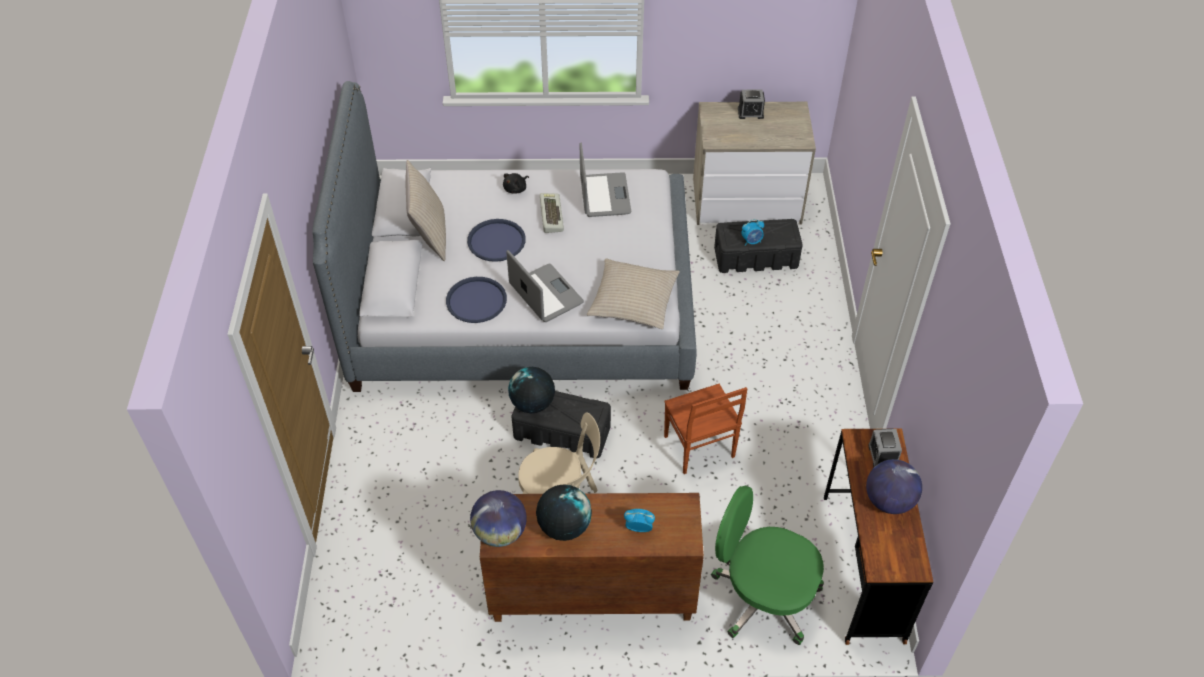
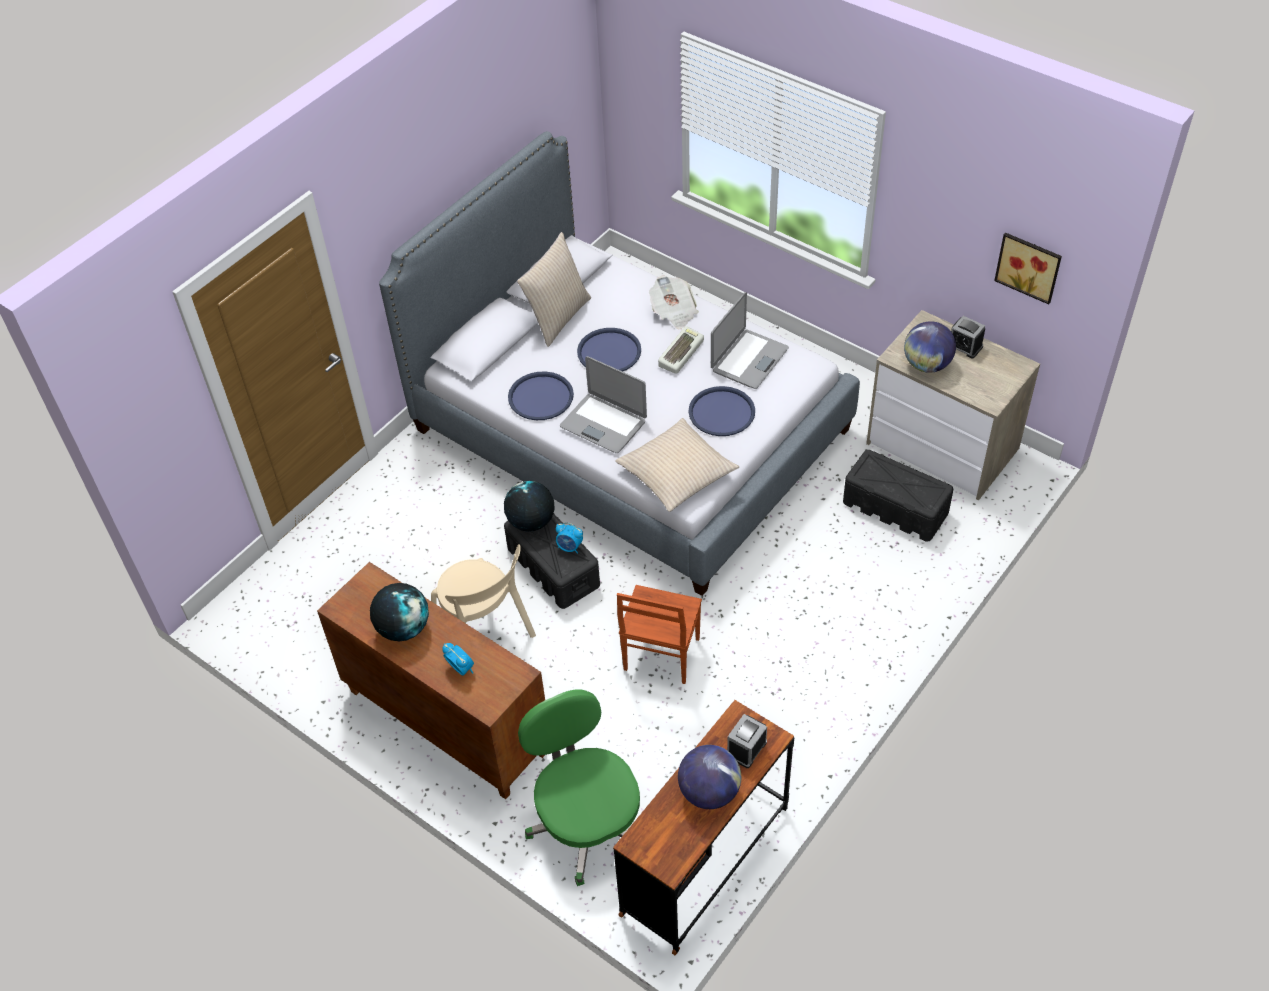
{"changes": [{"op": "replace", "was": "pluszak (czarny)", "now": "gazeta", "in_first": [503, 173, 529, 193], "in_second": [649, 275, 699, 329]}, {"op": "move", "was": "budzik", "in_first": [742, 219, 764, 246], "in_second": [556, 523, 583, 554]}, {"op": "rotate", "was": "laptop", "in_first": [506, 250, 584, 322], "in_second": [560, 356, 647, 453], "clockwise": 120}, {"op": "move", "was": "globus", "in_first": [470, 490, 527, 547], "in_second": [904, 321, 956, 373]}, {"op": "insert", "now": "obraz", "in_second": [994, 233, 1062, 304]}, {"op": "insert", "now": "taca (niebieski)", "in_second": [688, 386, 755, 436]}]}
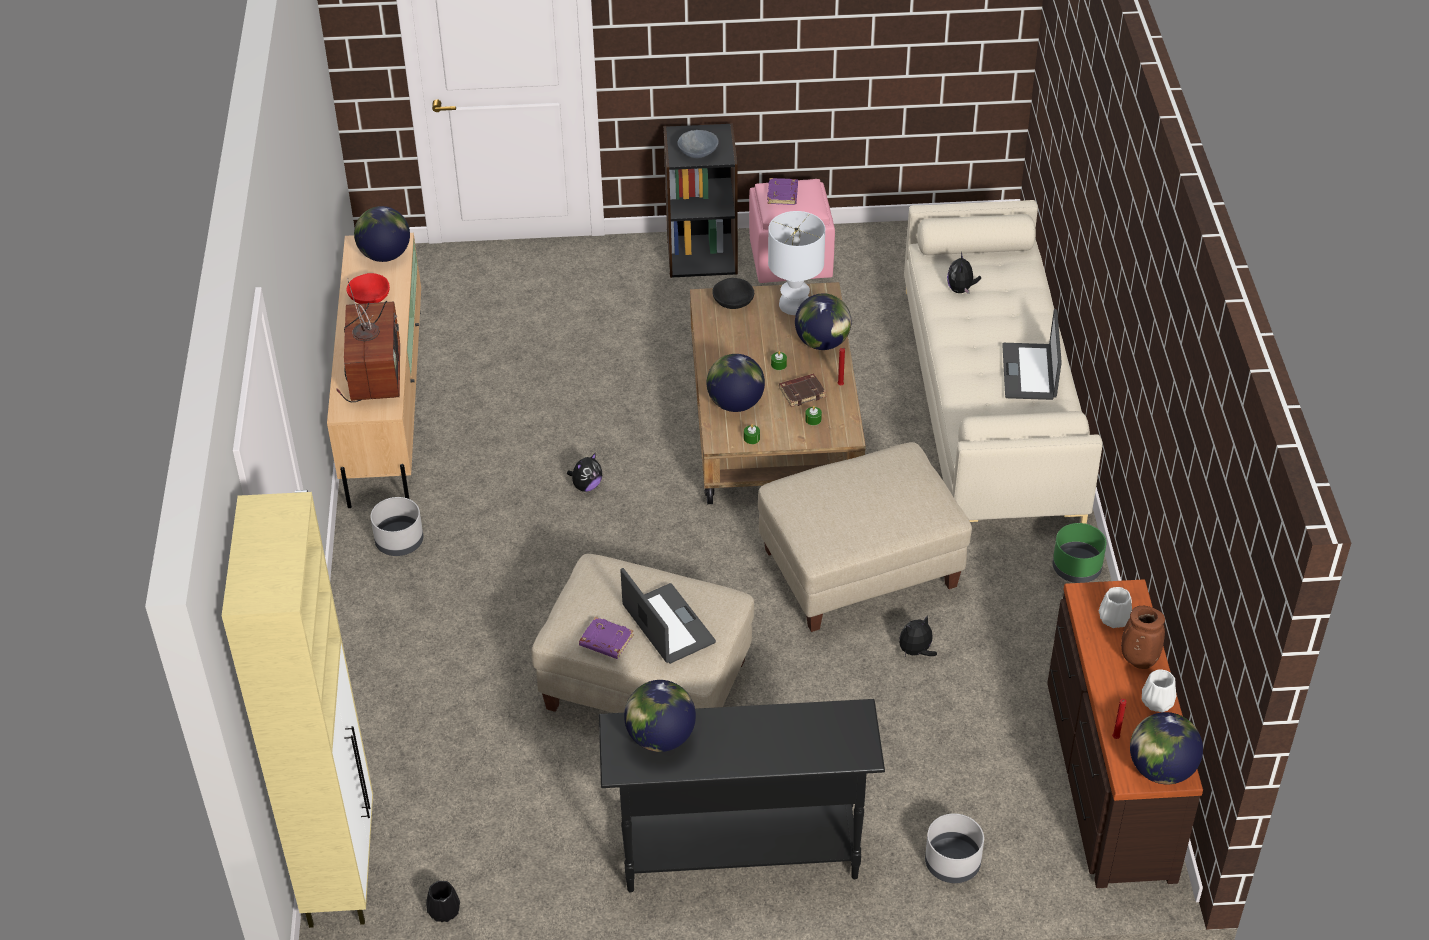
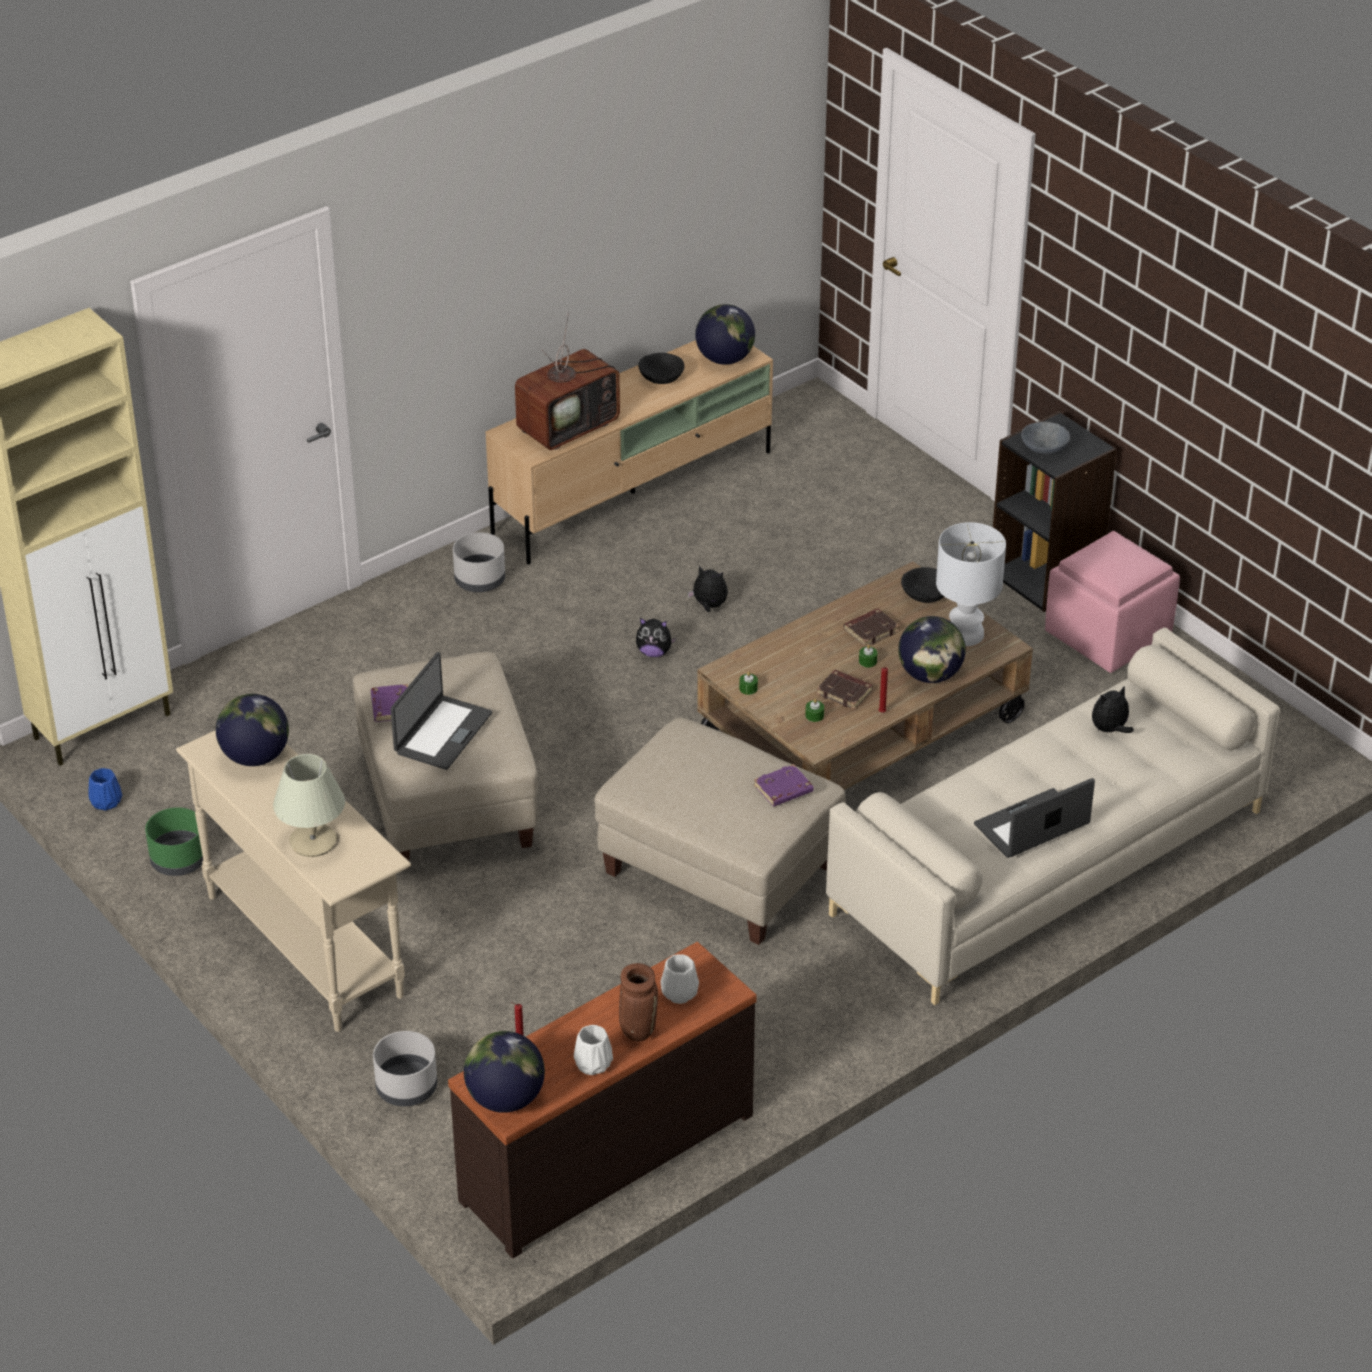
{"changes": [{"op": "move", "was": "książka (fioletowy)", "in_first": [767, 178, 798, 205], "in_second": [754, 764, 814, 807]}, {"op": "recolor", "was": "miska (czerwony)", "now": "miska (czarny)", "in_first": [346, 273, 390, 304], "in_second": [638, 353, 684, 384]}, {"op": "delete", "was": "globus", "in_first": [707, 354, 765, 412]}, {"op": "move", "was": "donica (zielony)", "in_first": [1053, 523, 1106, 583], "in_second": [145, 807, 203, 876]}, {"op": "move", "was": "pluszak", "in_first": [899, 615, 937, 657], "in_second": [687, 566, 728, 612]}, {"op": "recolor", "was": "stolik konsolowy (czarny)", "now": "stolik konsolowy (beżowy)", "in_first": [599, 699, 885, 892], "in_second": [176, 730, 411, 1032]}, {"op": "recolor", "was": "wazon (czarny)", "now": "wazon (niebieski)", "in_first": [426, 881, 460, 922], "in_second": [89, 768, 122, 811]}, {"op": "insert", "now": "książka (brązowy)", "in_second": [843, 608, 900, 647]}, {"op": "insert", "now": "lampa stołowa (beżowy)", "in_second": [273, 754, 345, 857]}]}
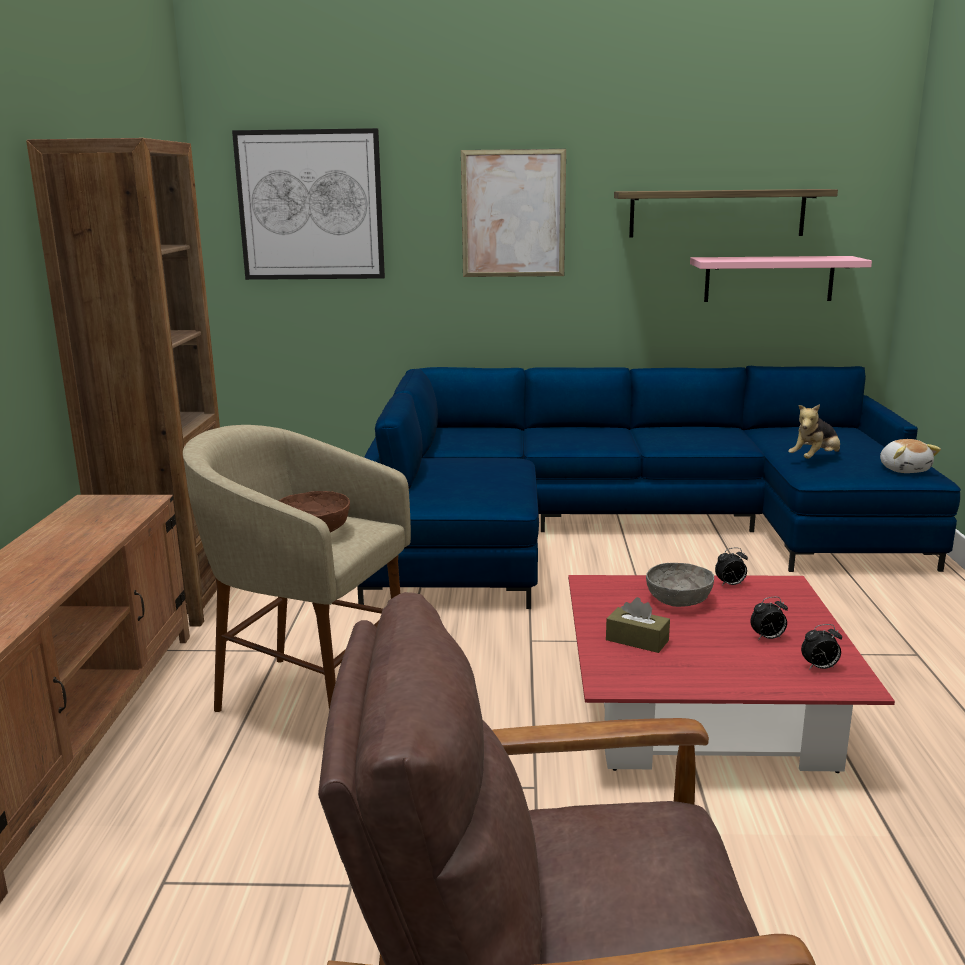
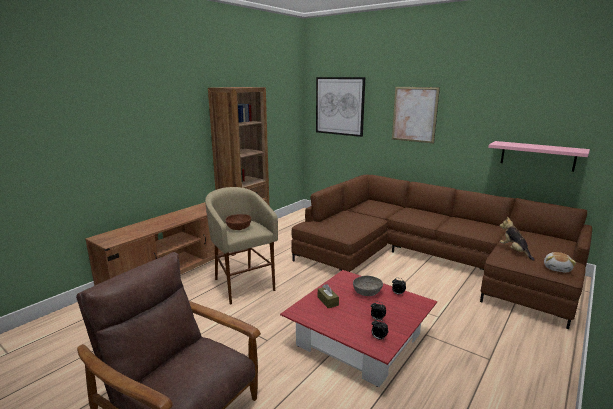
{"changes": [{"op": "delete", "was": "półka", "in_first": [614, 189, 838, 238]}, {"op": "recolor", "was": "kanapa (niebieski)", "now": "kanapa (brązowy)", "in_first": [357, 366, 961, 609], "in_second": [291, 174, 592, 329]}, {"op": "rotate", "was": "pluszak", "in_first": [788, 404, 840, 459], "in_second": [500, 217, 535, 261], "clockwise": 75}]}
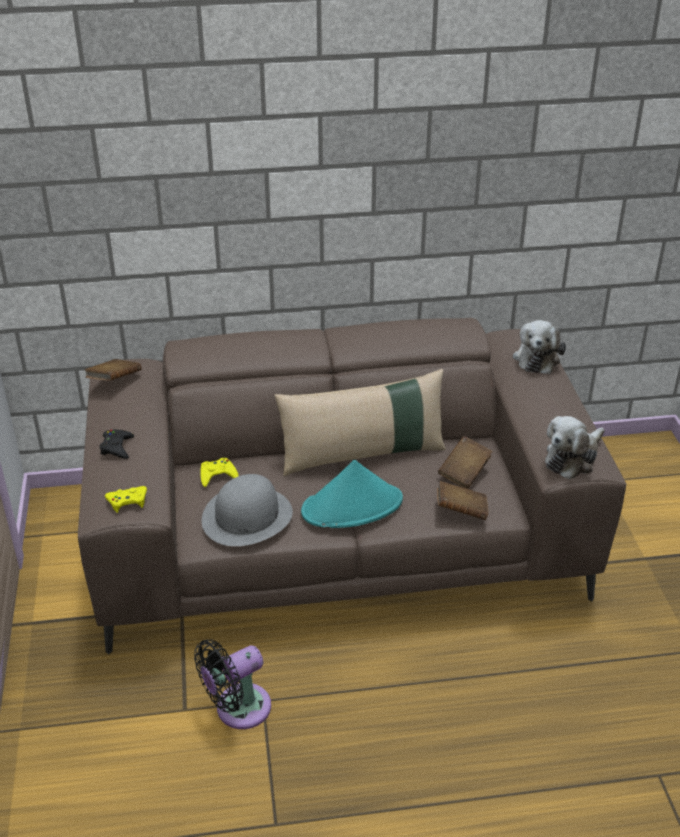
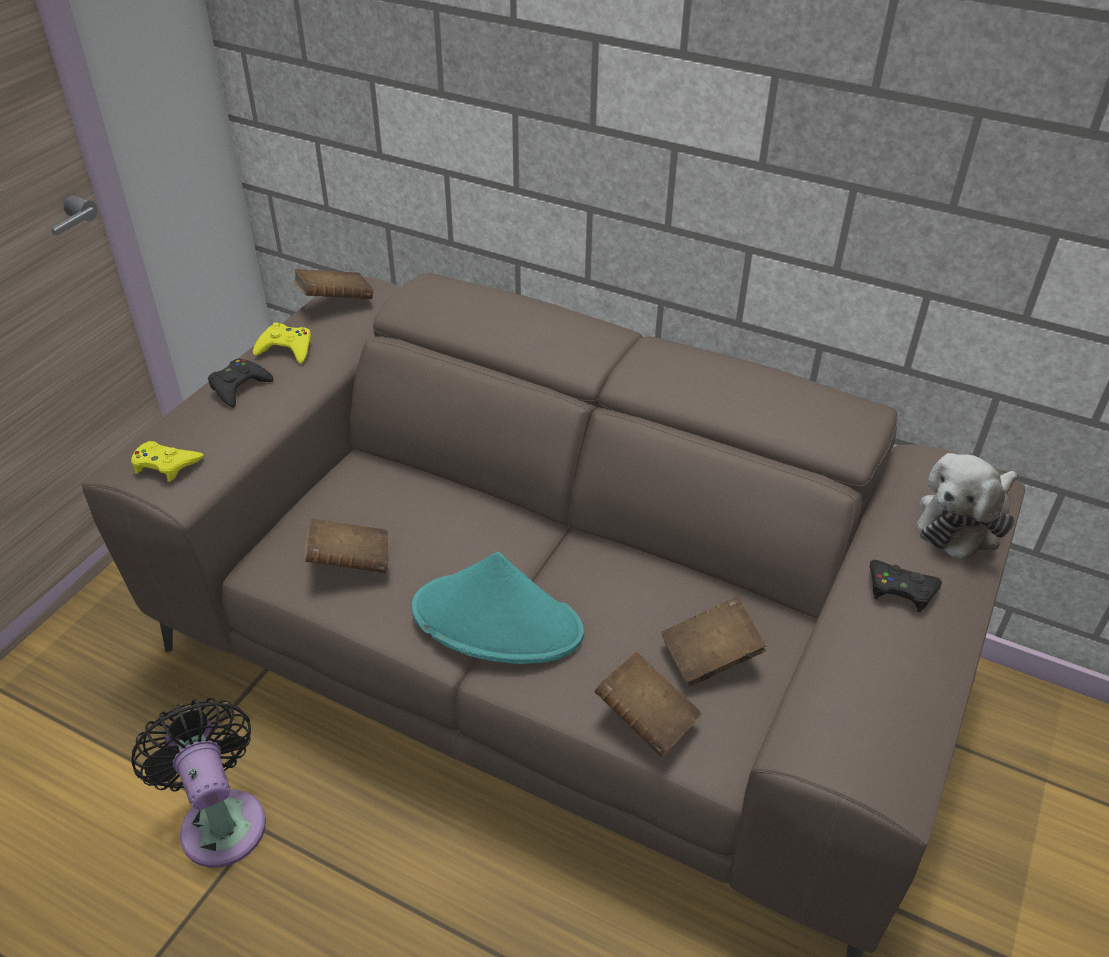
{"changes": [{"op": "delete", "was": "poduszka (beżowy)", "in_first": [274, 369, 446, 476]}, {"op": "delete", "was": "pluszak", "in_first": [545, 416, 605, 479]}, {"op": "move", "was": "pad do gier (żółty)", "in_first": [200, 458, 238, 487], "in_second": [253, 322, 311, 364]}, {"op": "replace", "was": "kapelusz (szary)", "now": "książka (brązowy)", "in_first": [202, 474, 293, 546], "in_second": [305, 519, 389, 573]}, {"op": "rotate", "was": "wentylator (czarny)", "in_first": [194, 639, 271, 729], "in_second": [131, 698, 266, 868], "clockwise": 60}, {"op": "insert", "now": "pad do gier (czarny)", "in_second": [870, 560, 942, 612]}]}
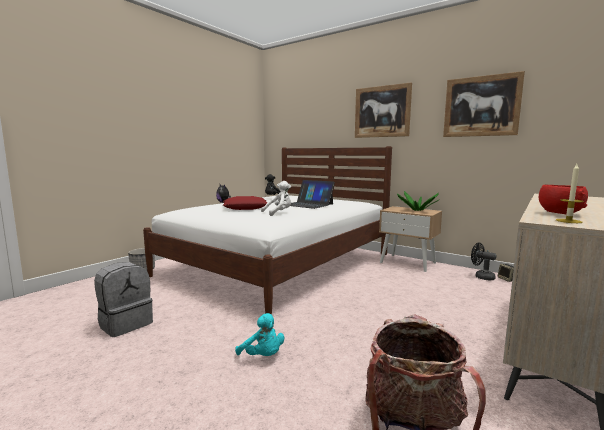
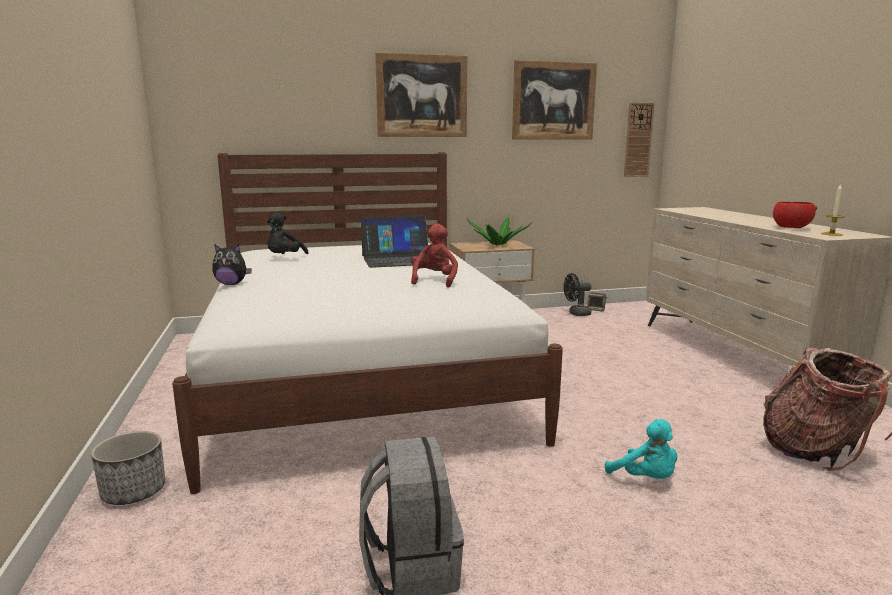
{"changes": [{"op": "recolor", "was": "pluszak (biały)", "now": "pluszak (czerwony)", "in_first": [261, 181, 291, 216], "in_second": [411, 223, 458, 288]}, {"op": "delete", "was": "poduszka (czerwony)", "in_first": [223, 196, 267, 210]}, {"op": "rotate", "was": "pluszak (turkusowy)", "in_first": [235, 313, 284, 356], "in_second": [605, 419, 677, 479], "clockwise": 60}, {"op": "insert", "now": "zegar ścienny", "in_second": [624, 103, 655, 177]}]}
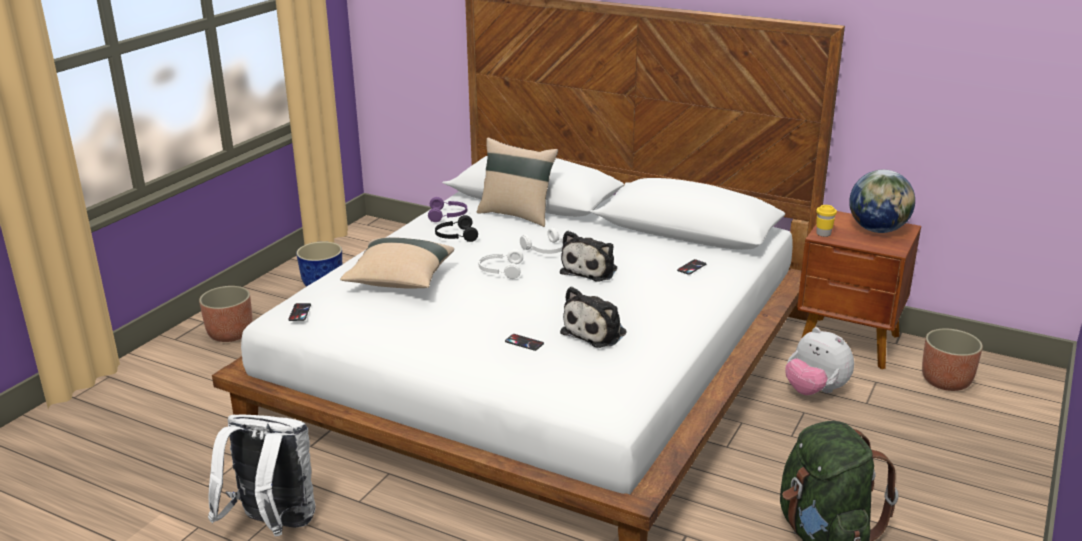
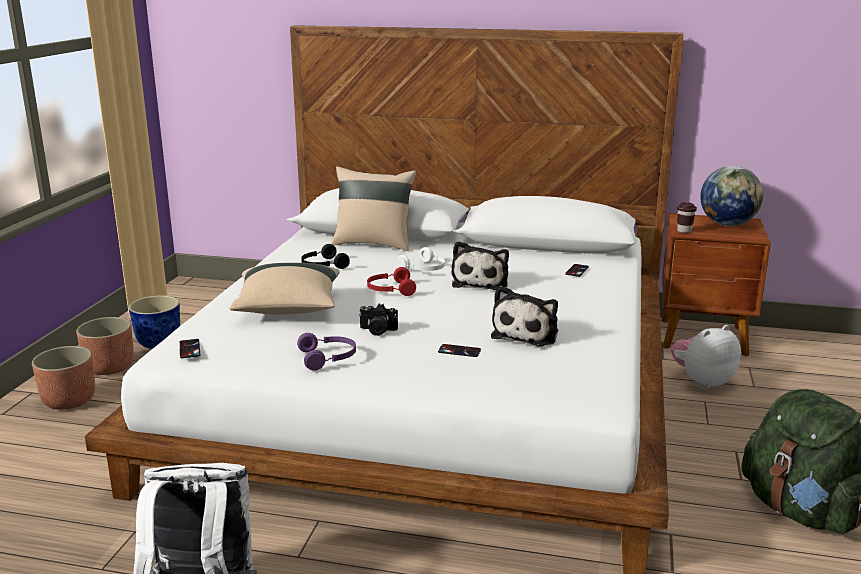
{"changes": [{"op": "move", "was": "słuchawki (fioletowy)", "in_first": [428, 197, 467, 222], "in_second": [297, 333, 356, 371]}, {"op": "recolor", "was": "filiżanka (żółty)", "now": "filiżanka (brązowy)", "in_first": [816, 205, 837, 237], "in_second": [677, 202, 697, 233]}, {"op": "recolor", "was": "słuchawki (biały)", "now": "słuchawki (czerwony)", "in_first": [479, 249, 523, 279], "in_second": [367, 267, 416, 296]}, {"op": "rotate", "was": "pluszak", "in_first": [785, 327, 854, 395], "in_second": [671, 325, 741, 389], "clockwise": 120}, {"op": "move", "was": "donica", "in_first": [922, 329, 983, 391], "in_second": [76, 317, 133, 375]}, {"op": "insert", "now": "aparat fotograficzny", "in_second": [359, 304, 398, 336]}]}
